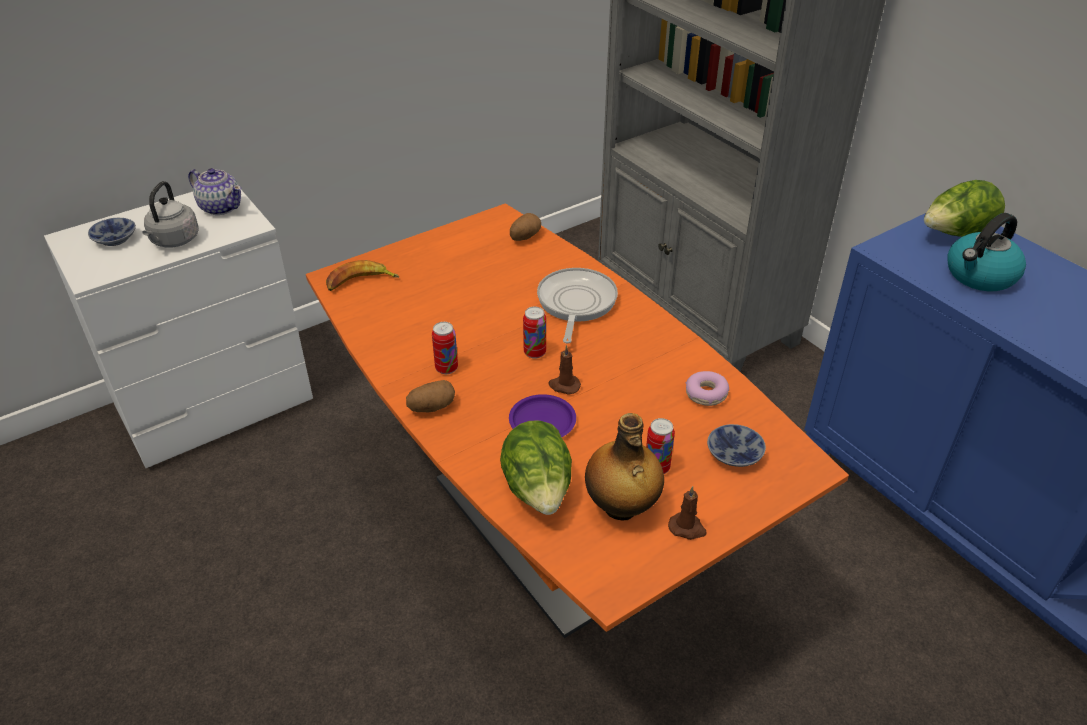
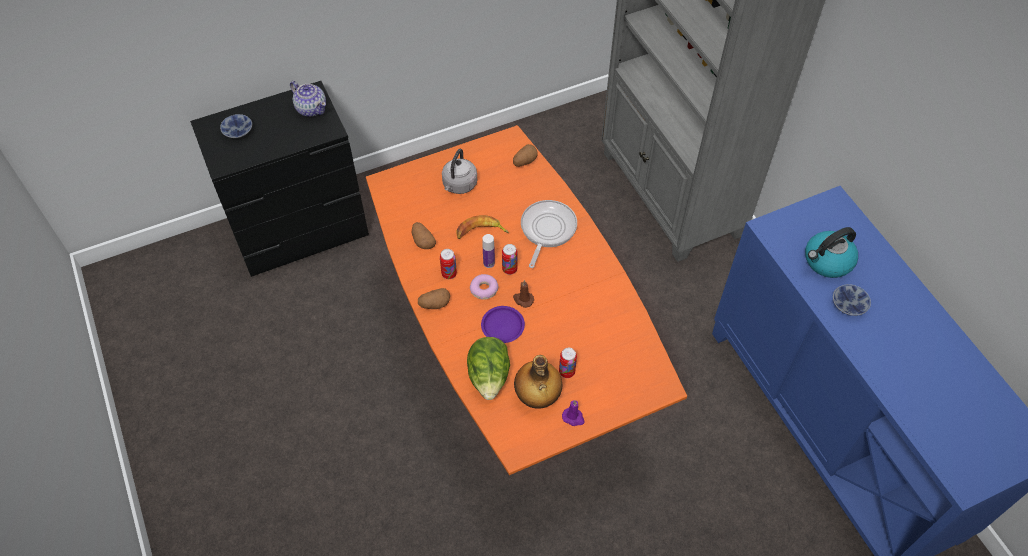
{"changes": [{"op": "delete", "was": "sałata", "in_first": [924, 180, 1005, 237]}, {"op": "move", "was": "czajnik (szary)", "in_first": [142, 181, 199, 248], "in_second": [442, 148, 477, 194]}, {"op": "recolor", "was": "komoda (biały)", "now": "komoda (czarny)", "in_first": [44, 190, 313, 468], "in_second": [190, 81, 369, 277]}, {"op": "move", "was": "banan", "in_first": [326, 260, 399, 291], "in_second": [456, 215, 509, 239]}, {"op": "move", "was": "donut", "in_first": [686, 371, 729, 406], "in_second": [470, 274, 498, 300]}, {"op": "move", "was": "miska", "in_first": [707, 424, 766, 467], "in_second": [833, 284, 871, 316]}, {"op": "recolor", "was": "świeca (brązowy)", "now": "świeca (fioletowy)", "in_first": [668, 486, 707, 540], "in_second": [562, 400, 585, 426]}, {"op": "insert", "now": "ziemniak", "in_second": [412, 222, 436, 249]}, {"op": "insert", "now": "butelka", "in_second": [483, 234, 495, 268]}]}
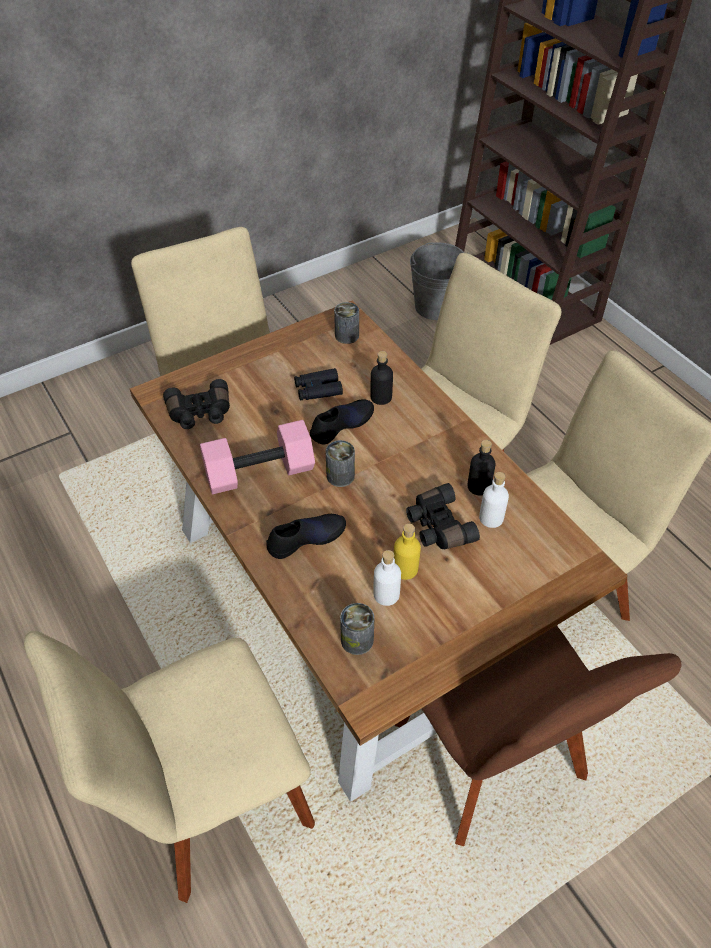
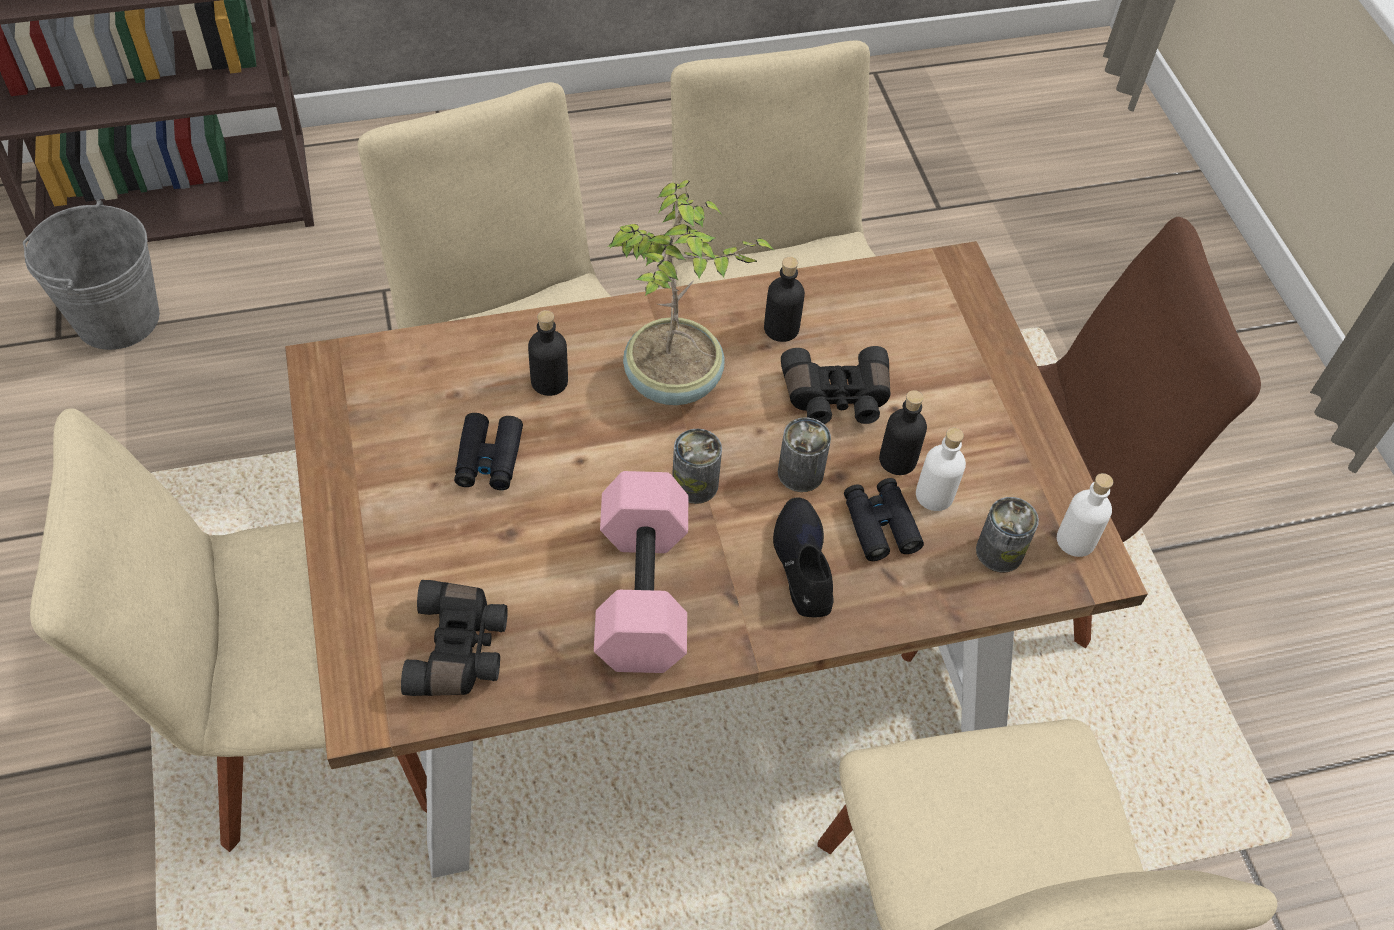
{"changes": [{"op": "move", "was": "puszka", "in_first": [334, 302, 359, 344], "in_second": [778, 417, 831, 492]}, {"op": "delete", "was": "but (czarny)", "in_first": [310, 399, 374, 445]}, {"op": "move", "was": "butelka (biały)", "in_first": [479, 472, 509, 528], "in_second": [1057, 473, 1113, 557]}, {"op": "recolor", "was": "butelka (żółty)", "now": "butelka (czarny)", "in_first": [394, 524, 421, 580], "in_second": [879, 390, 927, 475]}, {"op": "insert", "now": "roślina doniczkowa", "in_second": [608, 180, 775, 405]}, {"op": "insert", "now": "lornetka (czarny)", "in_second": [844, 478, 924, 561]}]}
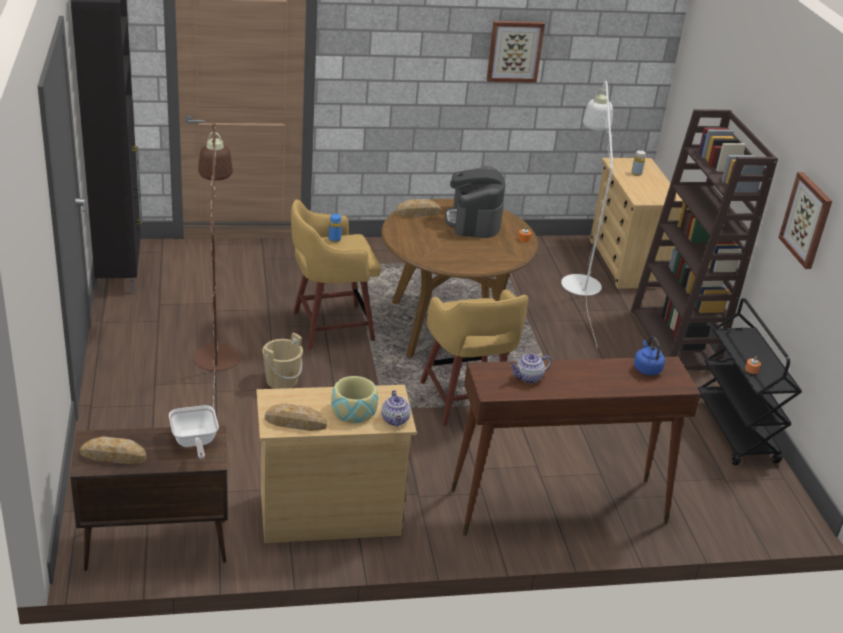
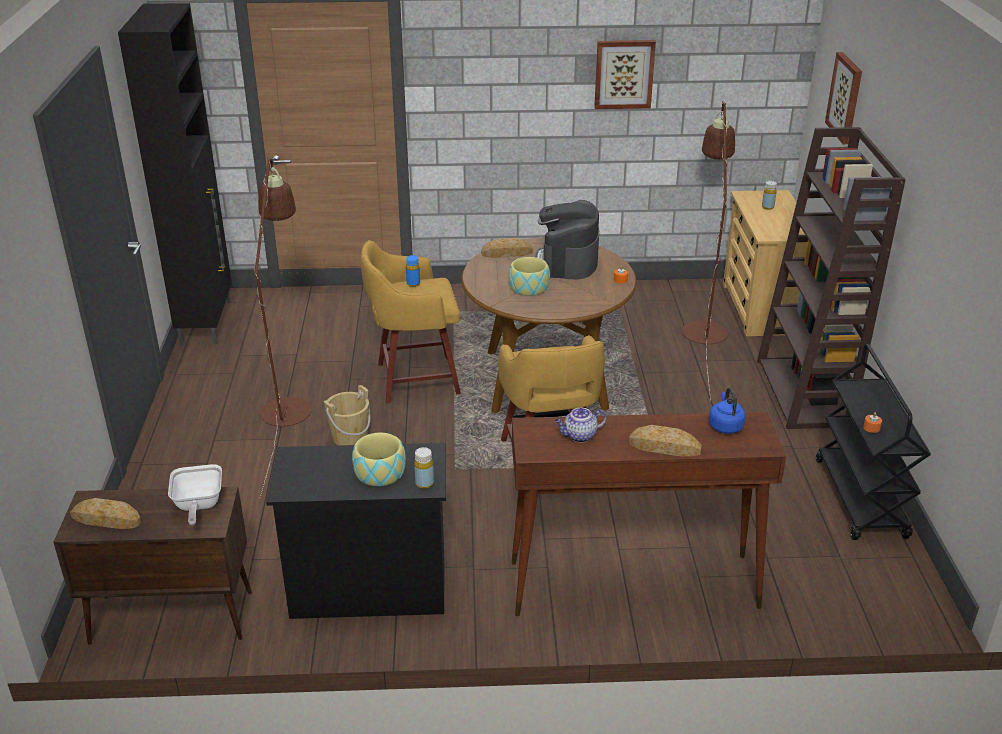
{"changes": [{"op": "recolor", "was": "lampa stojąca (biały)", "now": "lampa stojąca (brązowy)", "in_first": [561, 80, 613, 346], "in_second": [682, 101, 735, 402]}, {"op": "move", "was": "obraz", "in_first": [779, 172, 832, 269], "in_second": [825, 52, 862, 144]}, {"op": "recolor", "was": "komoda (beżowy)", "now": "komoda (czarny)", "in_first": [256, 385, 417, 543], "in_second": [266, 443, 446, 619]}, {"op": "replace", "was": "imbryk", "now": "butelka (żółty)", "in_first": [381, 390, 411, 427], "in_second": [414, 447, 434, 489]}, {"op": "move", "was": "chleb", "in_first": [265, 403, 327, 431], "in_second": [629, 425, 702, 456]}, {"op": "insert", "now": "miska", "in_second": [509, 257, 550, 296]}]}
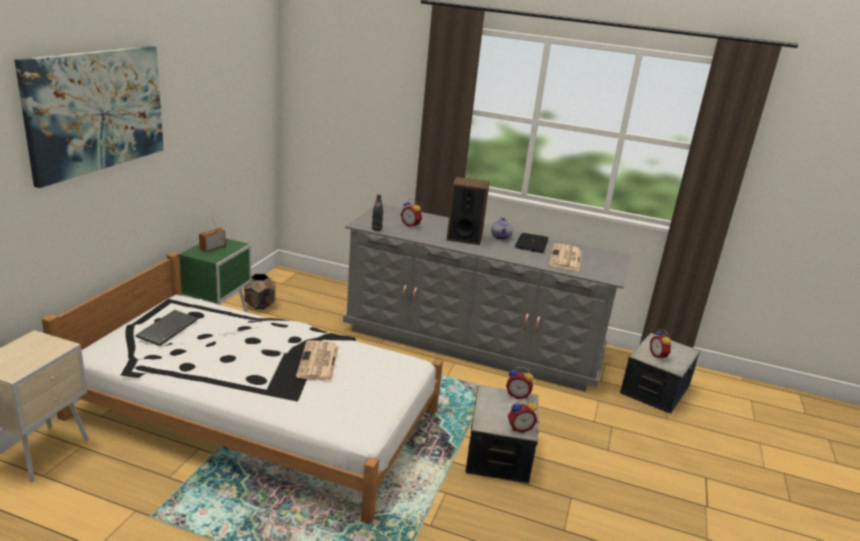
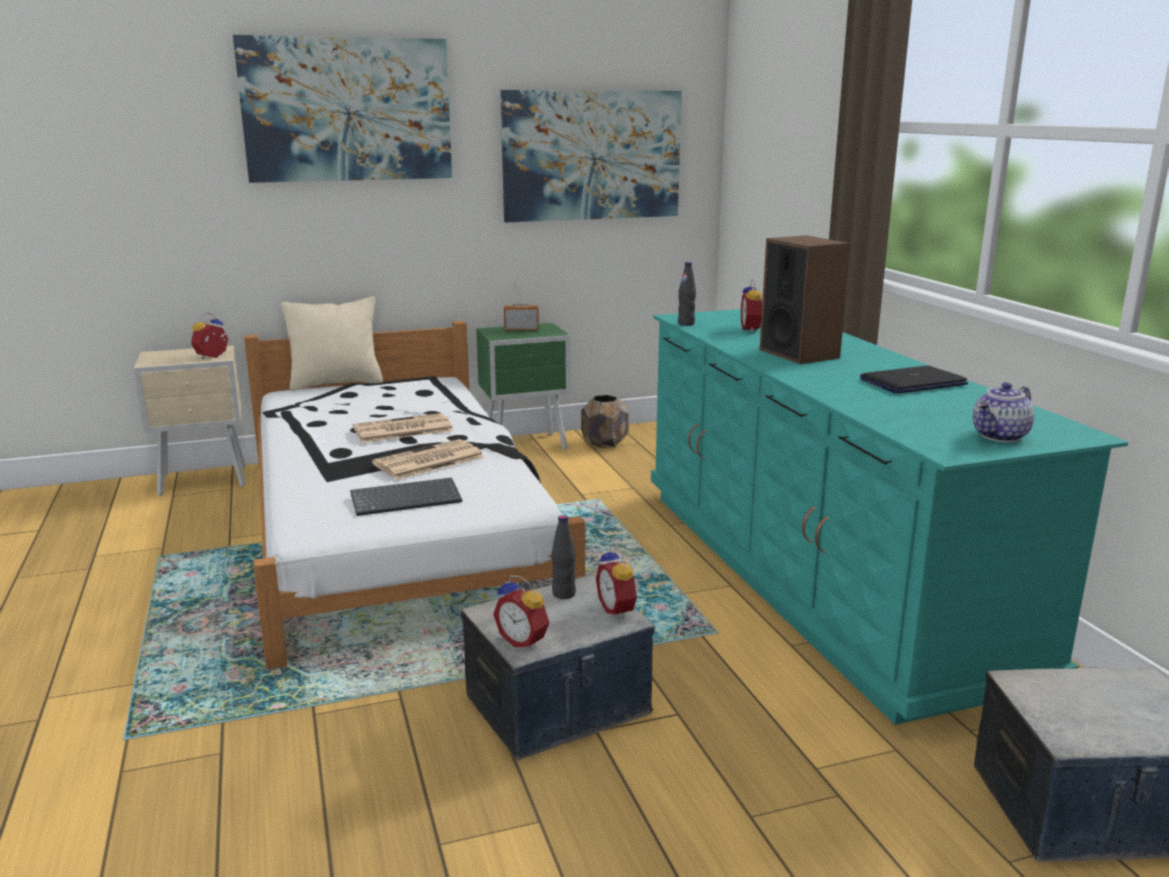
{"changes": [{"op": "recolor", "was": "komoda (szary)", "now": "komoda (turkusowy)", "in_first": [343, 204, 630, 392], "in_second": [651, 309, 1128, 725]}, {"op": "move", "was": "imbryk", "in_first": [491, 217, 513, 240], "in_second": [973, 382, 1035, 442]}, {"op": "move", "was": "gazeta", "in_first": [549, 243, 581, 271], "in_second": [353, 413, 453, 443]}, {"op": "move", "was": "klawiatura", "in_first": [135, 310, 198, 346], "in_second": [350, 478, 462, 516]}, {"op": "move", "was": "budzik", "in_first": [650, 329, 672, 360], "in_second": [191, 313, 228, 359]}, {"op": "insert", "now": "obraz", "in_second": [500, 90, 682, 222]}, {"op": "insert", "now": "poduszka (beżowy)", "in_second": [281, 297, 383, 391]}, {"op": "insert", "now": "butelka (czarny)", "in_second": [551, 515, 576, 599]}]}
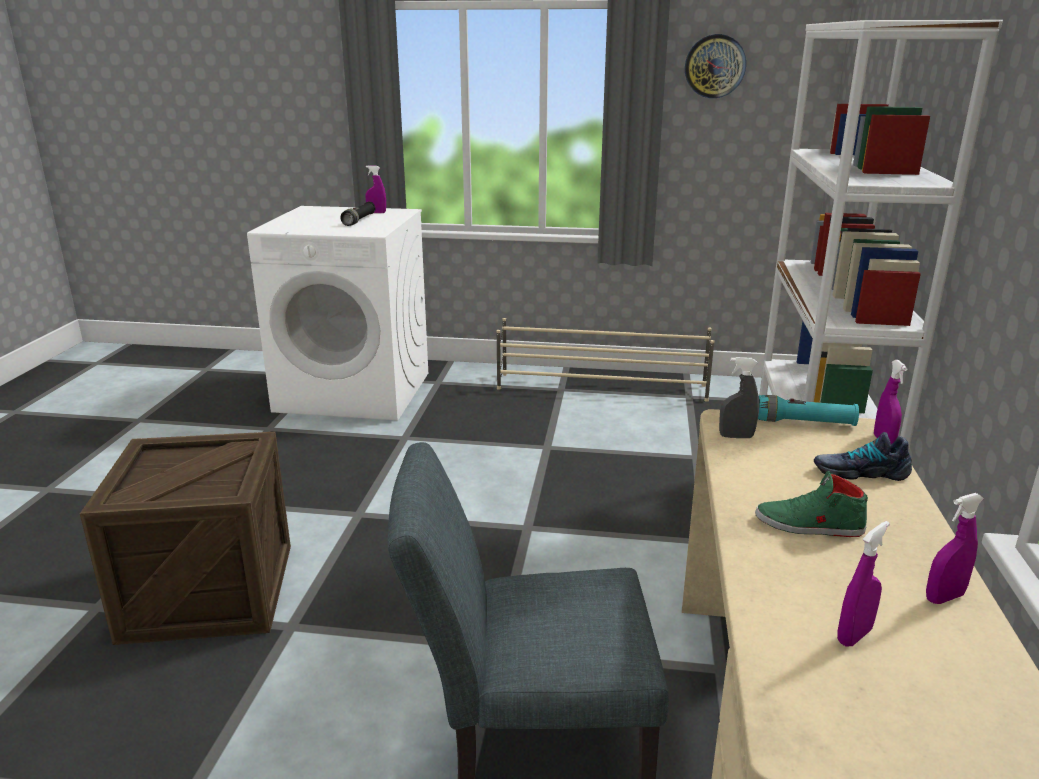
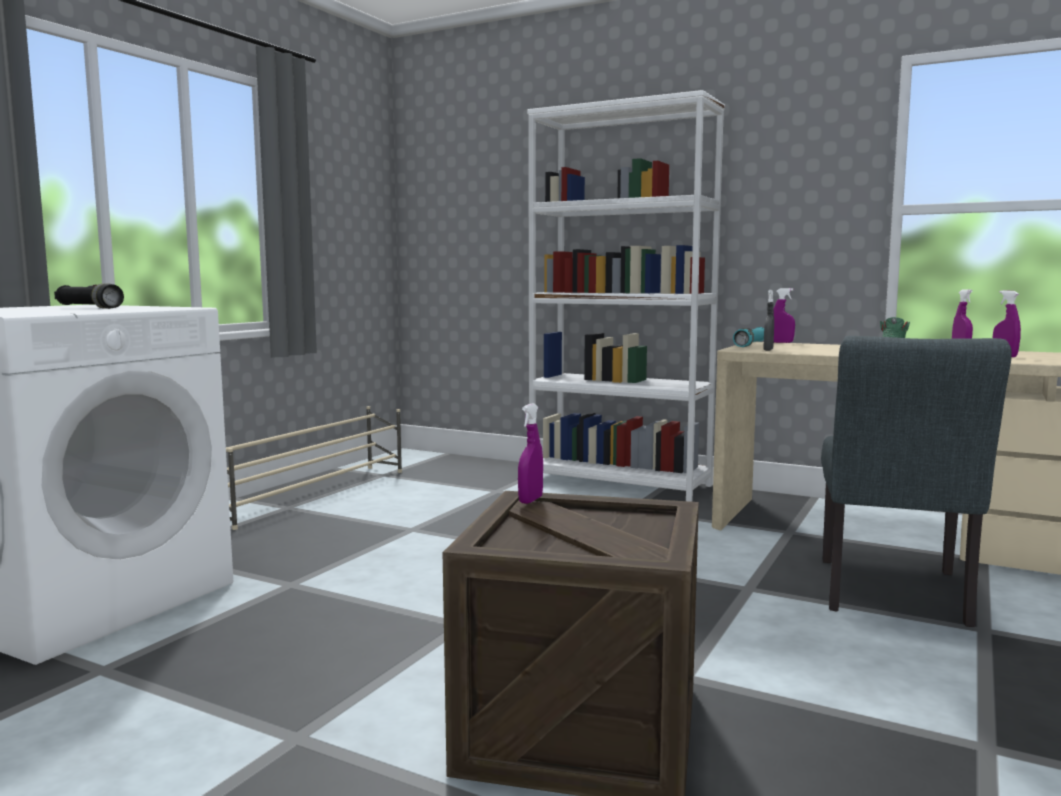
{"changes": [{"op": "delete", "was": "zegar ścienny", "in_first": [685, 34, 746, 98]}, {"op": "move", "was": "spryskiwacz (fioletowy)", "in_first": [366, 165, 386, 213], "in_second": [518, 403, 543, 504]}, {"op": "delete", "was": "but", "in_first": [814, 432, 912, 481]}]}
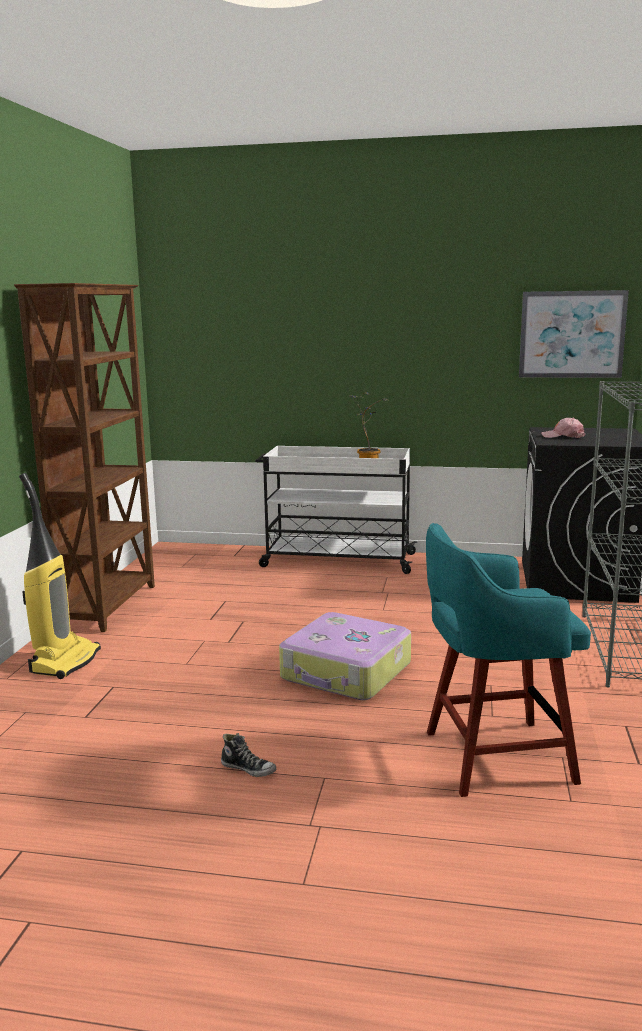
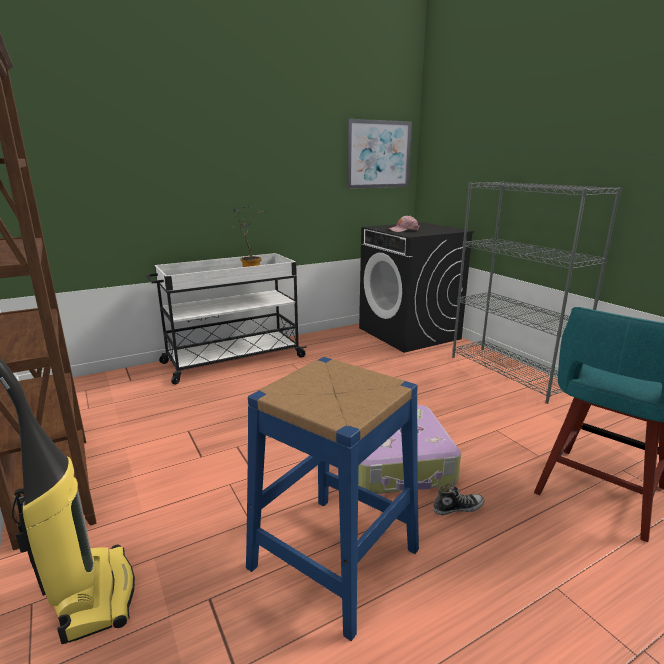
{"changes": [{"op": "move", "was": "but", "in_first": [221, 733, 276, 777], "in_second": [433, 483, 485, 515]}, {"op": "insert", "now": "stołek (niebieski)", "in_second": [246, 357, 419, 641]}]}
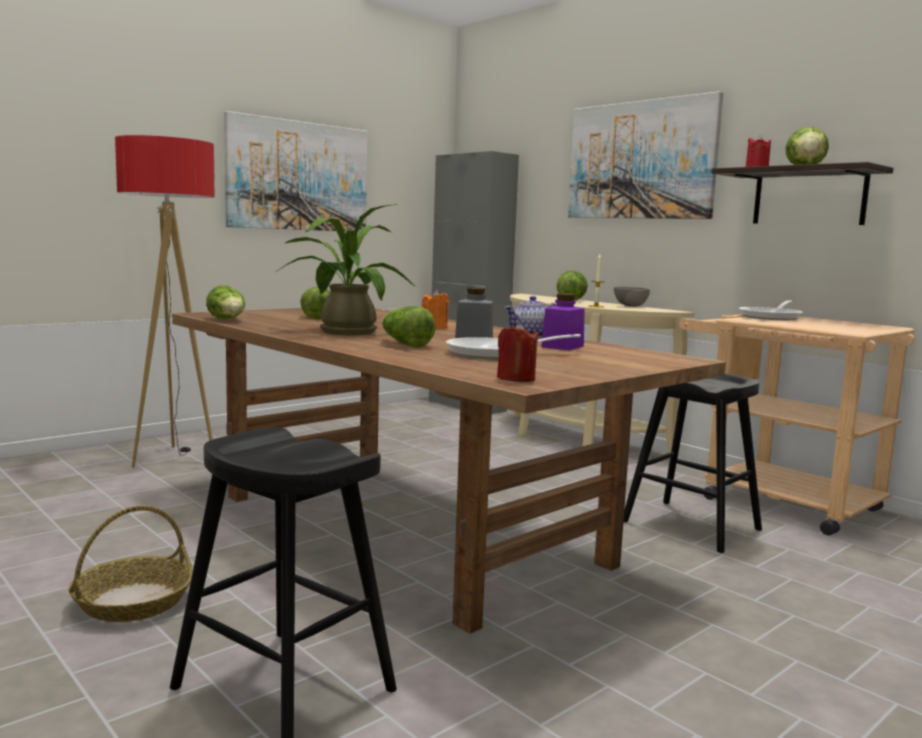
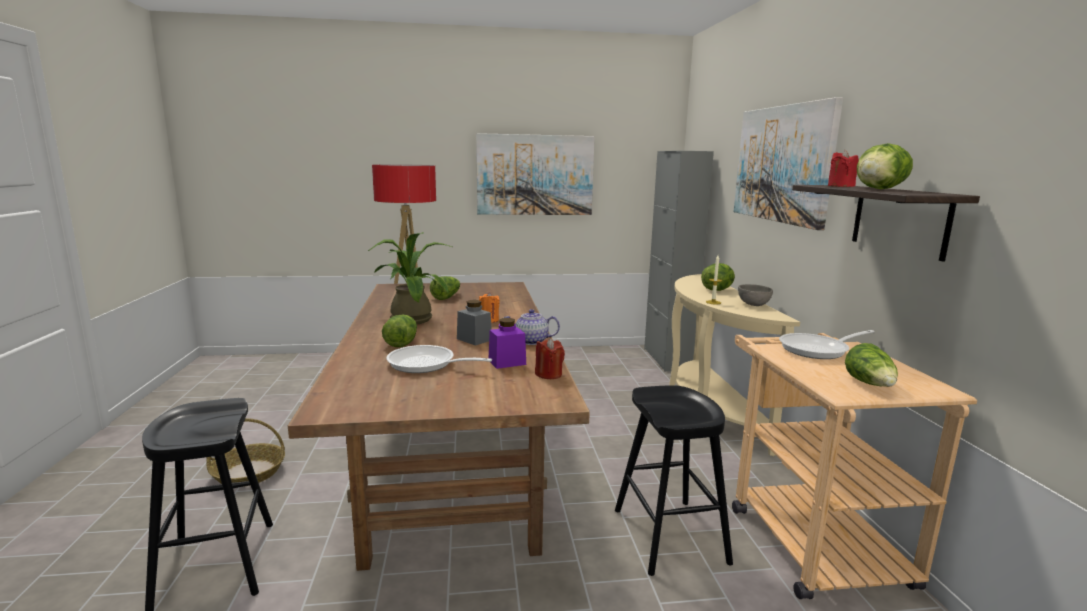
{"changes": [{"op": "move", "was": "sałata", "in_first": [206, 285, 245, 319], "in_second": [845, 343, 898, 387]}, {"op": "move", "was": "świeca (czerwony)", "in_first": [497, 322, 539, 382], "in_second": [535, 338, 565, 379]}]}
